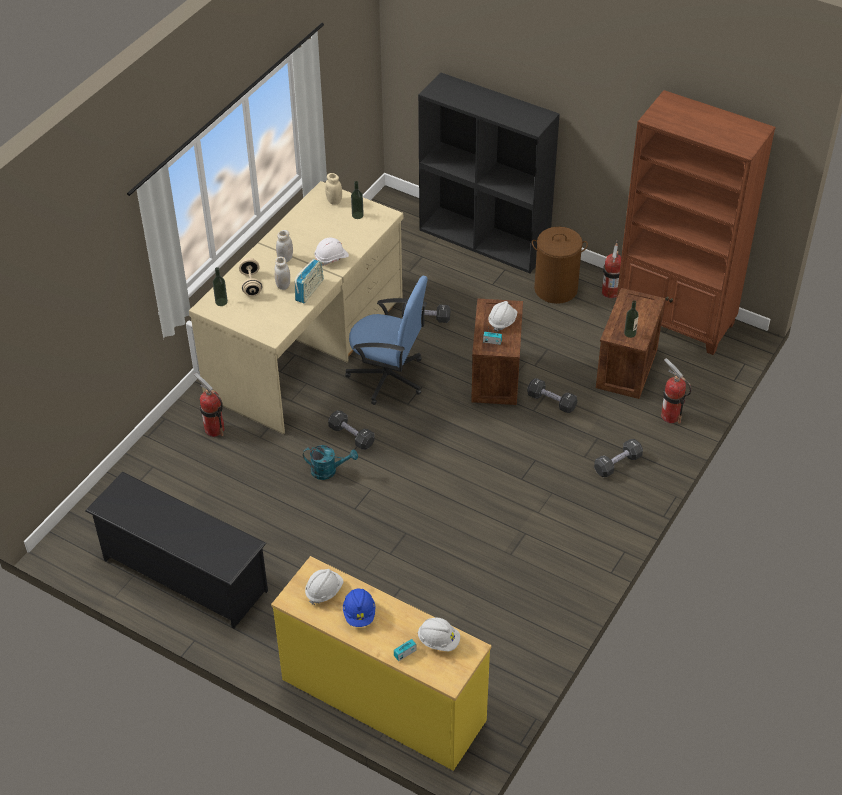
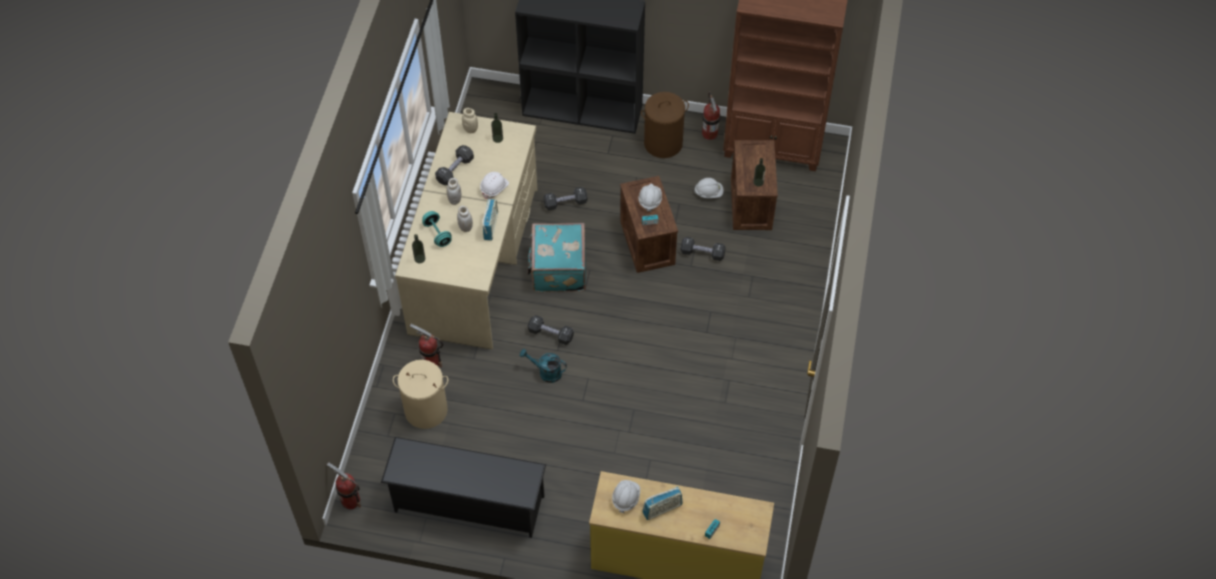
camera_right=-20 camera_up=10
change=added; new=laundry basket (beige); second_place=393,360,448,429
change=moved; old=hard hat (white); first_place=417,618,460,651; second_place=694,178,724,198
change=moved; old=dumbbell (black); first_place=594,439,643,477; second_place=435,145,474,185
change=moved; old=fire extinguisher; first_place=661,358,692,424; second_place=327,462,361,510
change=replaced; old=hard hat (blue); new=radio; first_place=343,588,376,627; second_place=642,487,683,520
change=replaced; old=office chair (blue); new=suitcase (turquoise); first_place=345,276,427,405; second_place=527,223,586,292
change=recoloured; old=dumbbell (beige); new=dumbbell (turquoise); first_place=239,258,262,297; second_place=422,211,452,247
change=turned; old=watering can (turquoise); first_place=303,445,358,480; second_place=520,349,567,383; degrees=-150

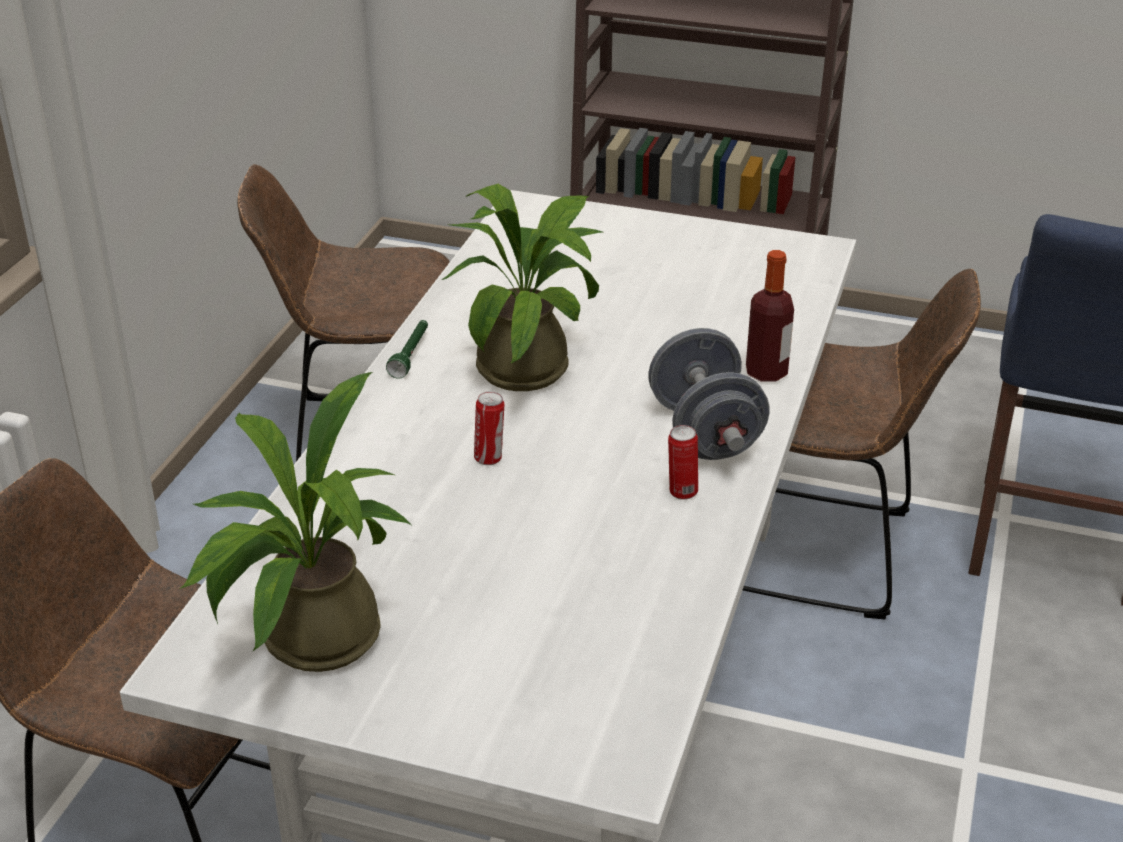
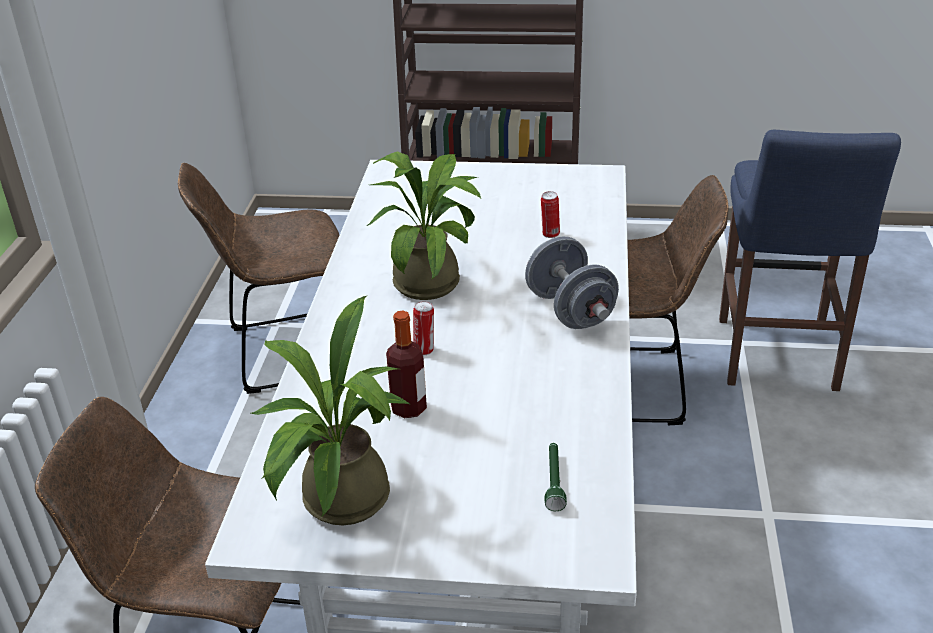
camera_right=-10 camera_up=0
change=moved; old=flashlight (green); first_place=386,320,428,379; second_place=545,443,567,511
change=moved; old=can; first_place=668,425,698,500; second_place=541,191,560,238
change=moved; old=bottle; first_place=746,250,794,381; second_place=386,311,427,418

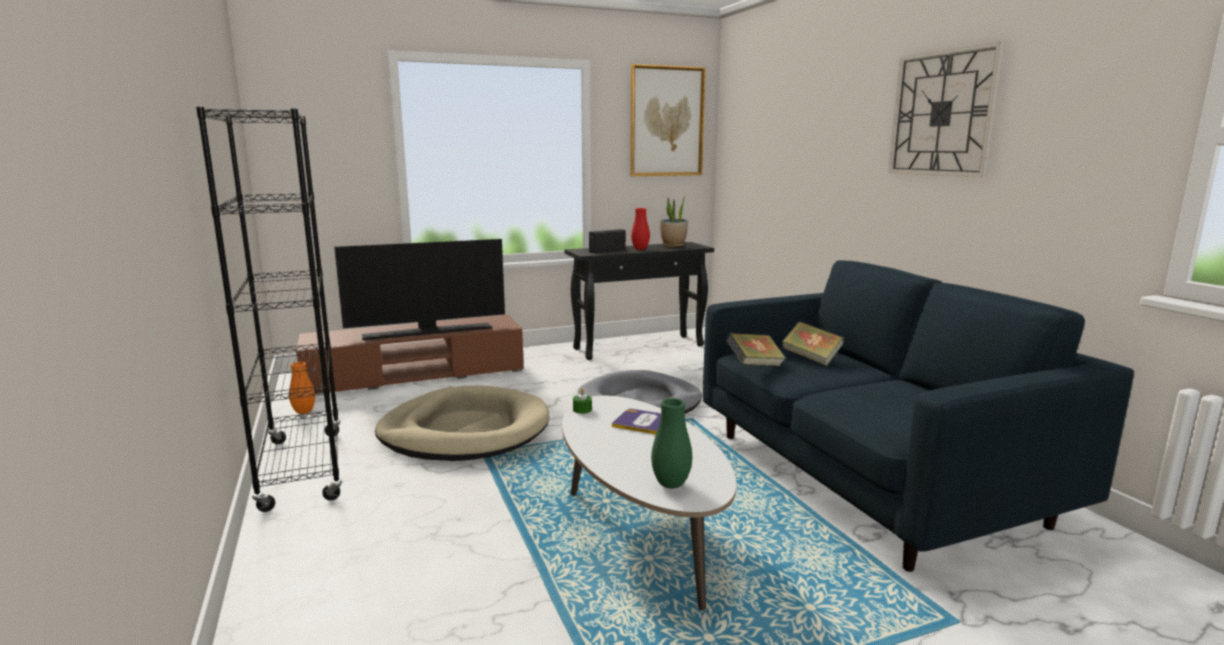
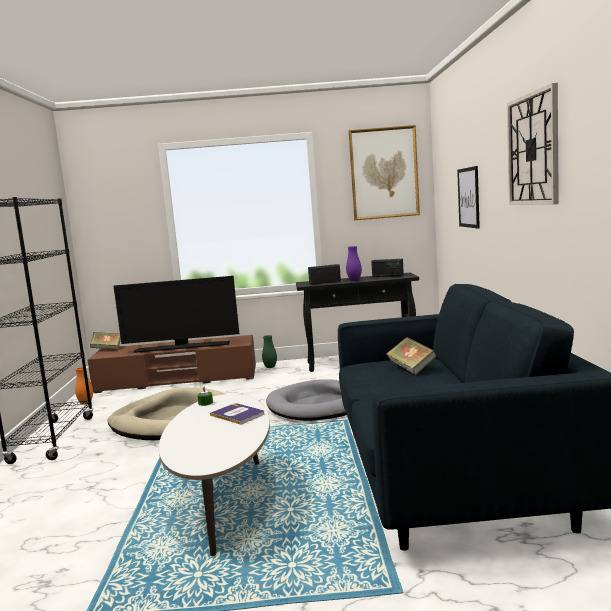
camera_right=20 camera_up=-5
change=added; new=picture; second_place=457,166,480,228
change=moved; old=vase (green); first_place=651,398,692,489; second_place=262,335,277,368
change=moved; old=book; first_place=726,333,786,366; second_place=90,332,121,350
change=replaced; old=potted plant; new=radio; first_place=660,193,688,247; second_place=371,259,404,277
change=recoloured; old=vase (red); new=vase (purple); first_place=631,208,650,250; second_place=346,246,362,281

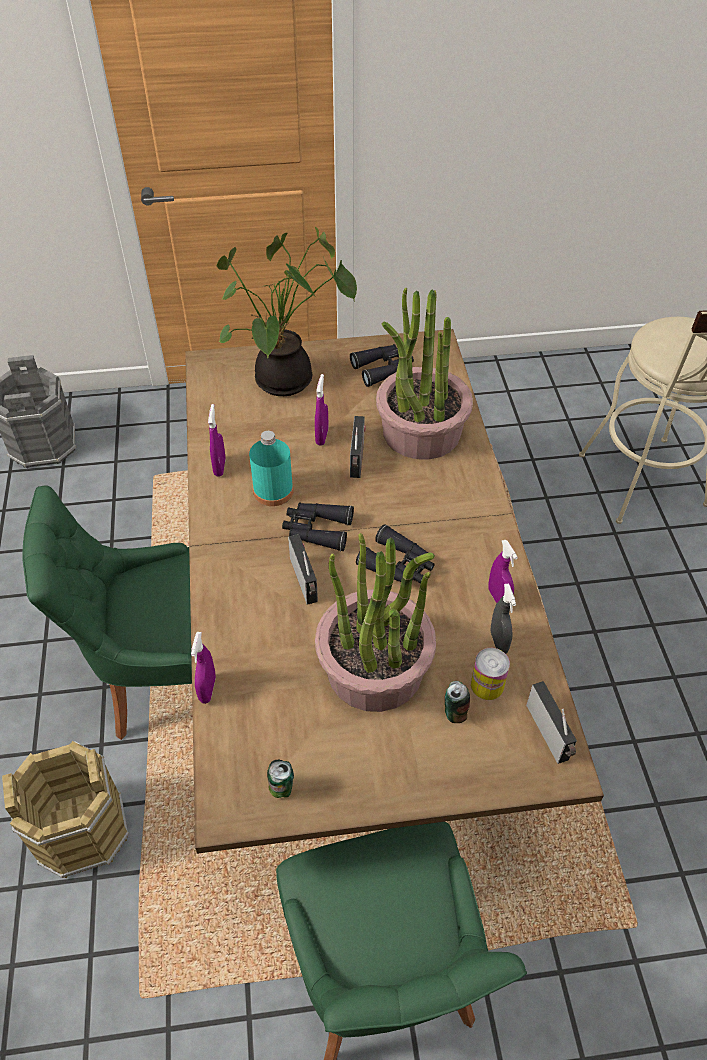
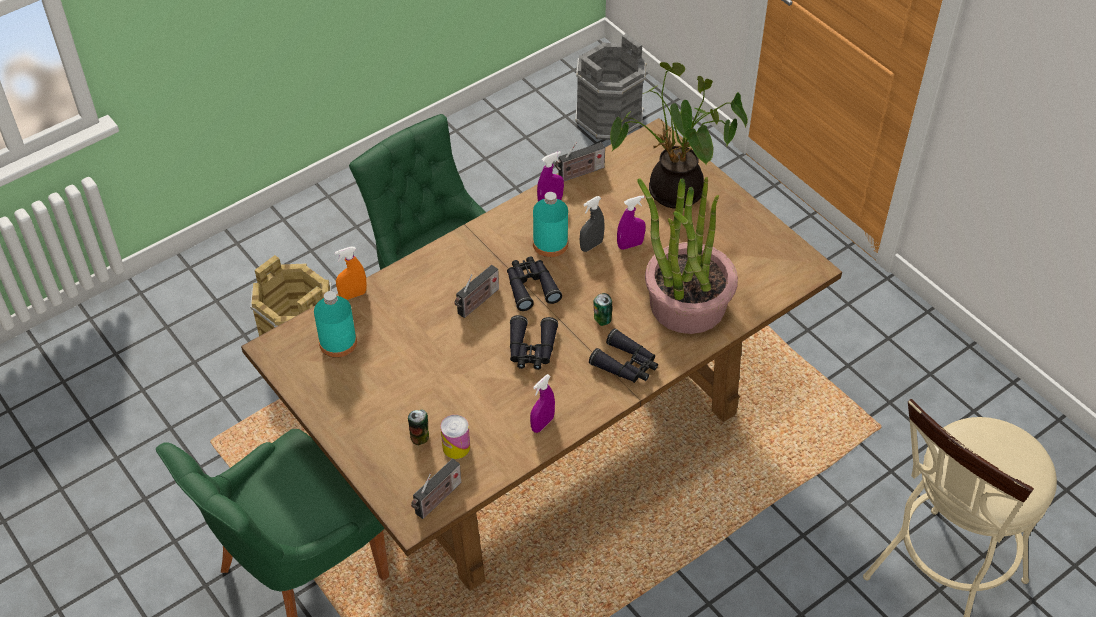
camera_right=60 camera_up=0
change=removed; old=potted plant; first_place=315,533,436,712
change=added; new=bottle (turquoise); second_place=314,291,357,358
change=moved; old=can; first_place=267,760,294,798; second_place=593,293,612,326
change=moved; old=binoculars (black); first_place=350,344,414,387; second_place=589,328,658,383
change=moved; old=radio; first_place=350,416,366,478; second_place=555,142,605,181
change=moved; old=spray bottle (grey); first_place=490,583,516,654; second_place=580,196,605,252
change=recoloured; old=spray bottle (purple); new=spray bottle (orange); first_place=191,632,216,704; second_place=335,247,367,300

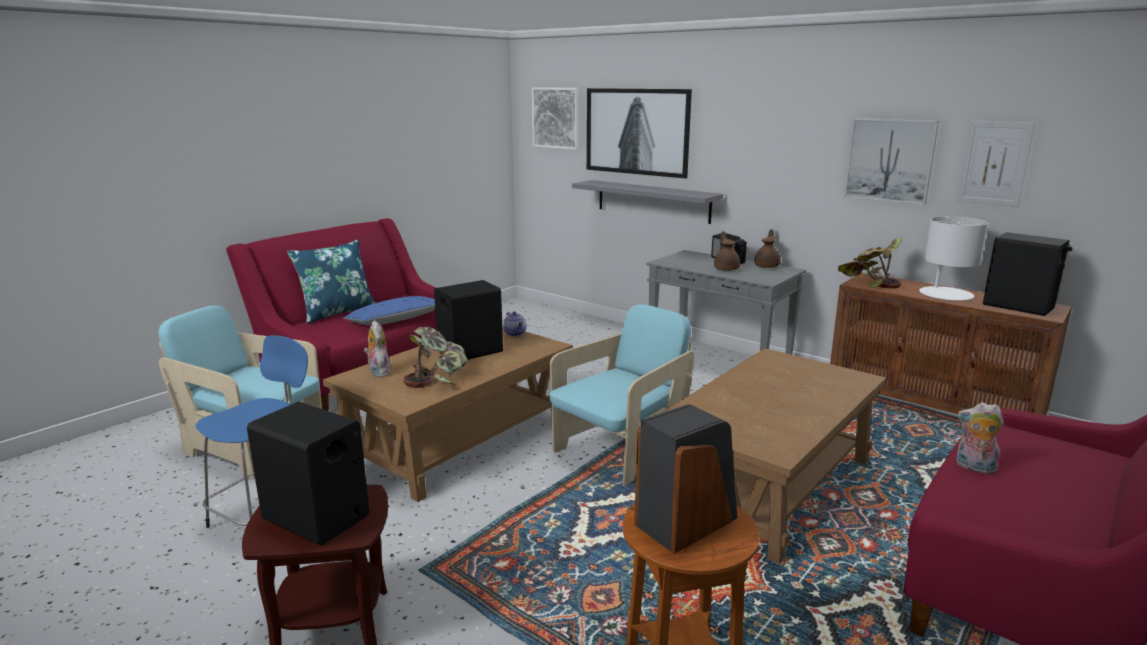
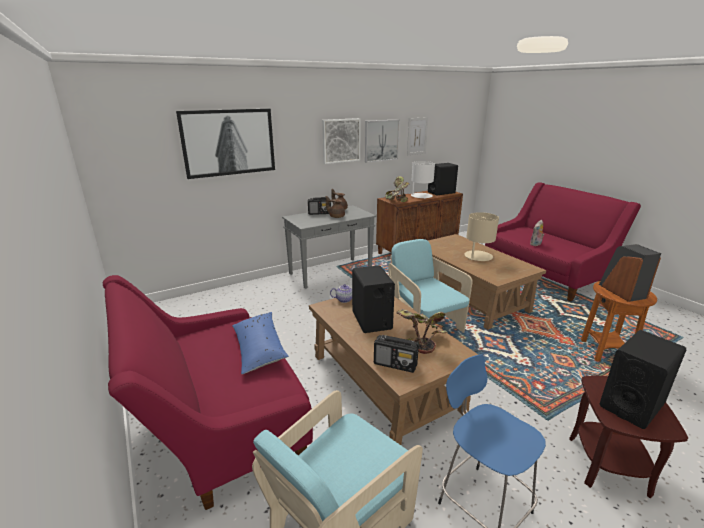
camera_right=-70 camera_up=5
change=removed; old=pillow (blue); first_place=287,239,375,324
change=removed; old=shelf (grey); first_place=572,180,723,224
change=added; new=table lamp (beige); second_place=464,212,499,261
change=moved; old=picture; first_place=532,87,579,150; second_place=322,118,361,164
change=replaced; old=plush toy; new=radio; first_place=364,320,392,377; second_place=374,335,419,373

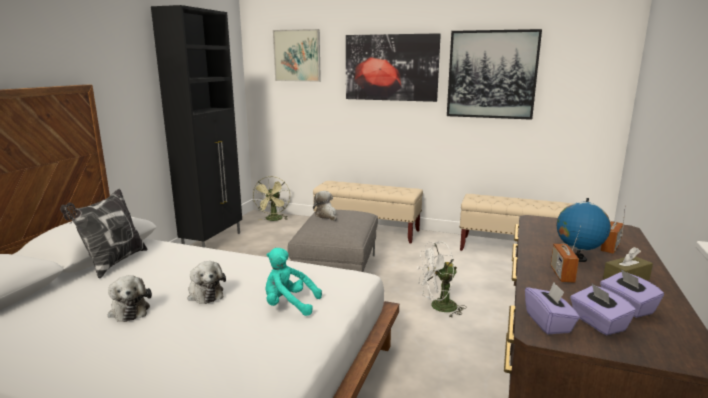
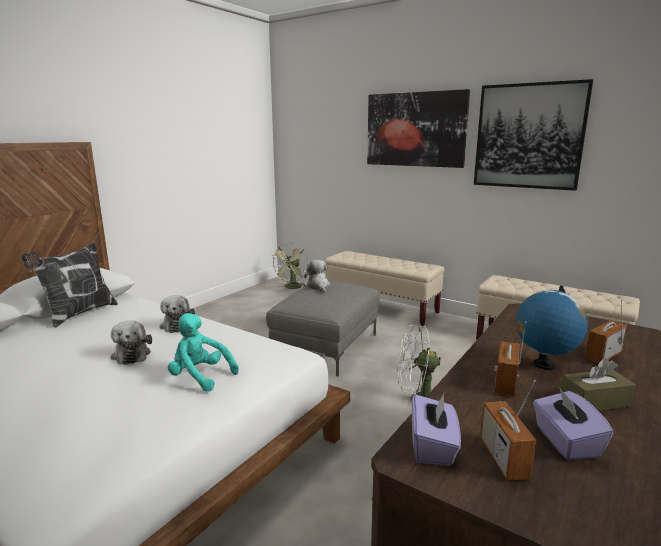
camera_right=15 camera_up=0
change=removed; old=cabinet (black); first_place=151,5,242,248
change=removed; old=picture; first_place=273,29,321,82
change=moved; old=plush toy; first_place=108,275,152,322; second_place=160,295,195,333
change=replaced; old=tissue box (purple); new=radio; first_place=570,283,636,336; second_place=480,380,536,481

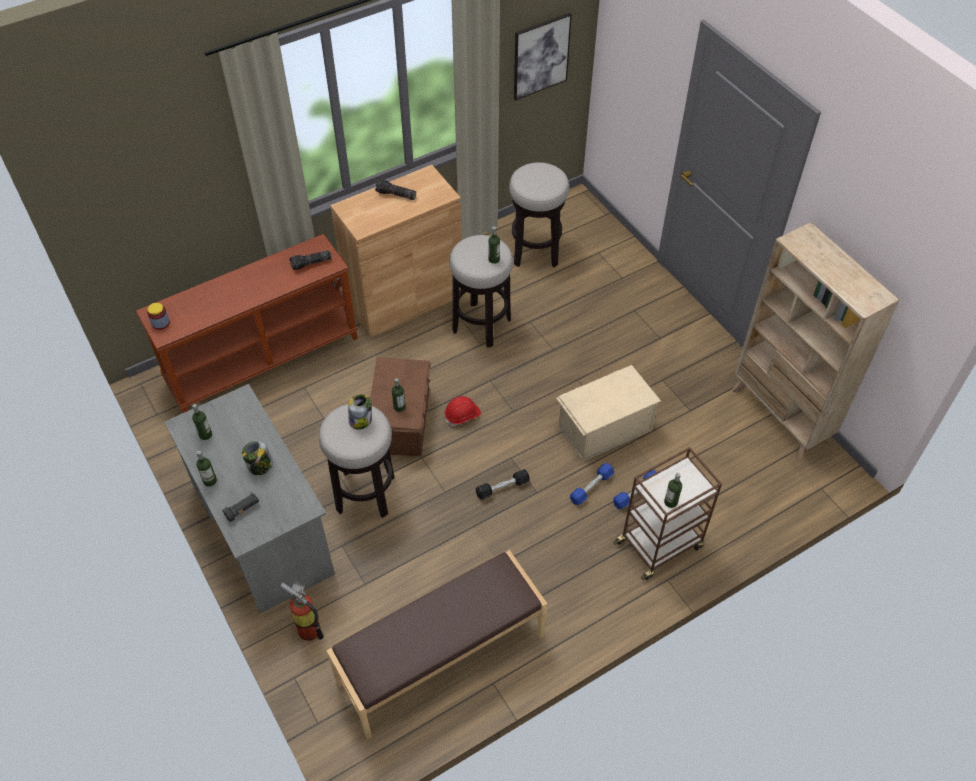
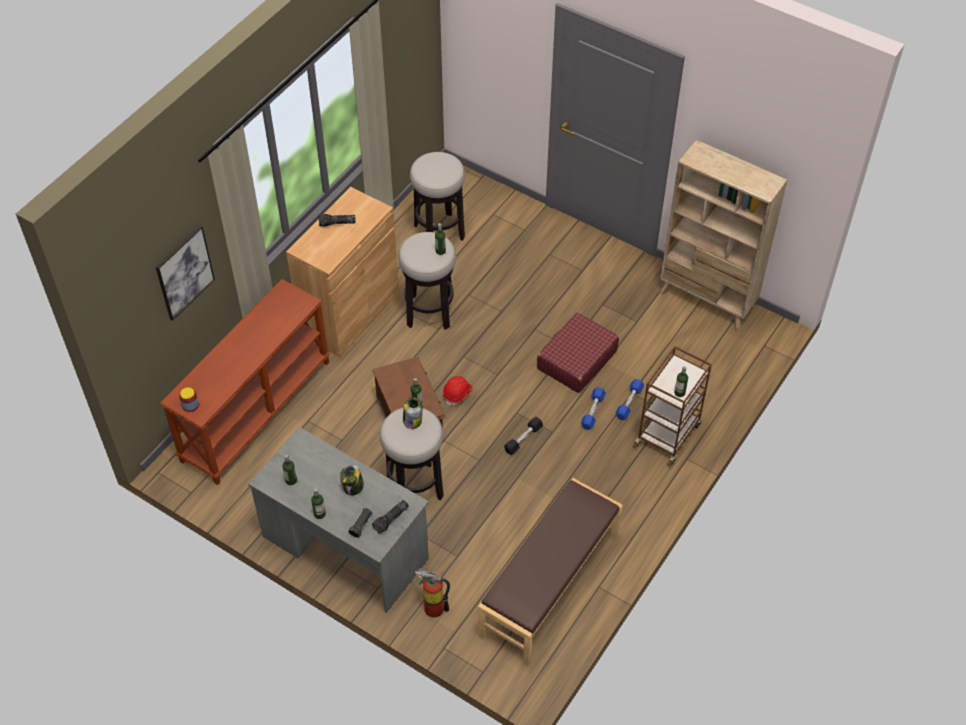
camera_right=-25 camera_up=0
change=moved; old=flashlight; first_place=289,250,331,270; second_place=372,500,409,534
change=moved; old=picture; first_place=514,13,572,100; second_place=156,225,215,321
change=replaced; old=storage box (beige); new=suitcase (red); first_place=556,365,661,461; second_place=537,313,619,393

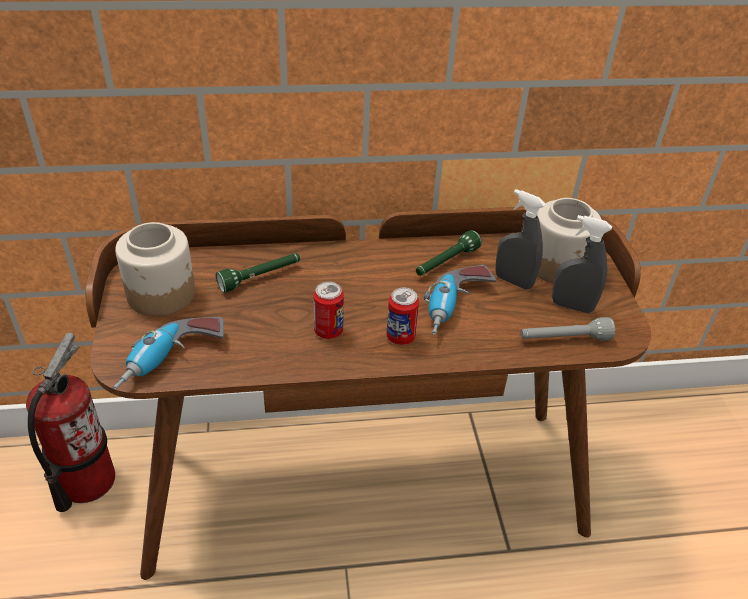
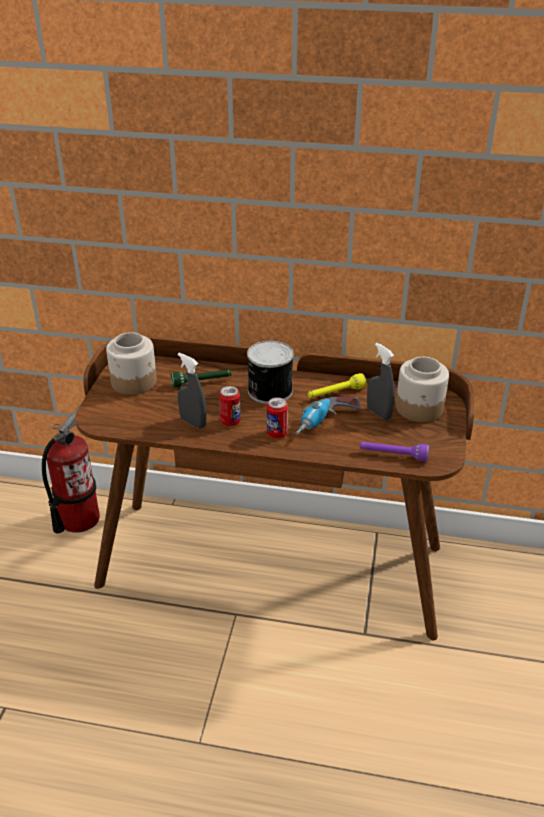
camera_right=20 camera_up=-5
change=removed; old=power drill; first_place=113,317,224,390
change=added; new=can; second_place=247,341,294,404
change=moved; old=spray bottle (grey); first_place=552,215,612,313; second_place=178,353,206,429
change=recoloured; old=flashlight (green); new=flashlight (yellow); first_place=416,230,482,276; second_place=308,373,366,398
change=recoloured; old=flashlight (grey); new=flashlight (purple); first_place=521,317,615,341; second_place=360,442,429,462

